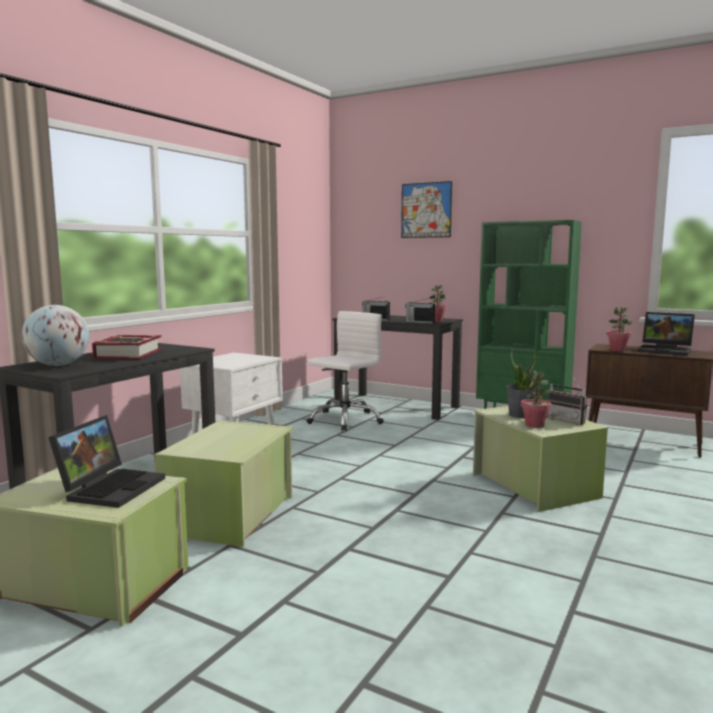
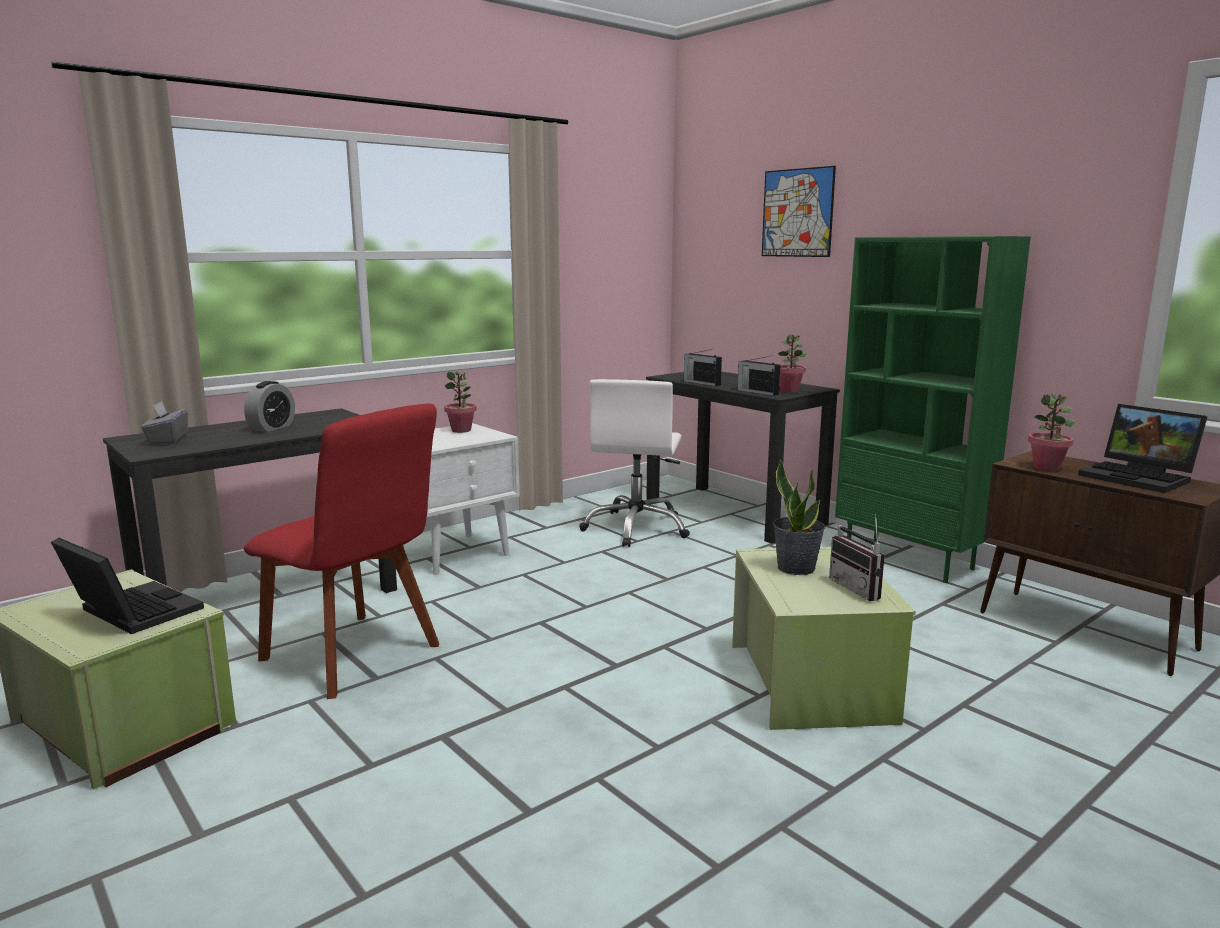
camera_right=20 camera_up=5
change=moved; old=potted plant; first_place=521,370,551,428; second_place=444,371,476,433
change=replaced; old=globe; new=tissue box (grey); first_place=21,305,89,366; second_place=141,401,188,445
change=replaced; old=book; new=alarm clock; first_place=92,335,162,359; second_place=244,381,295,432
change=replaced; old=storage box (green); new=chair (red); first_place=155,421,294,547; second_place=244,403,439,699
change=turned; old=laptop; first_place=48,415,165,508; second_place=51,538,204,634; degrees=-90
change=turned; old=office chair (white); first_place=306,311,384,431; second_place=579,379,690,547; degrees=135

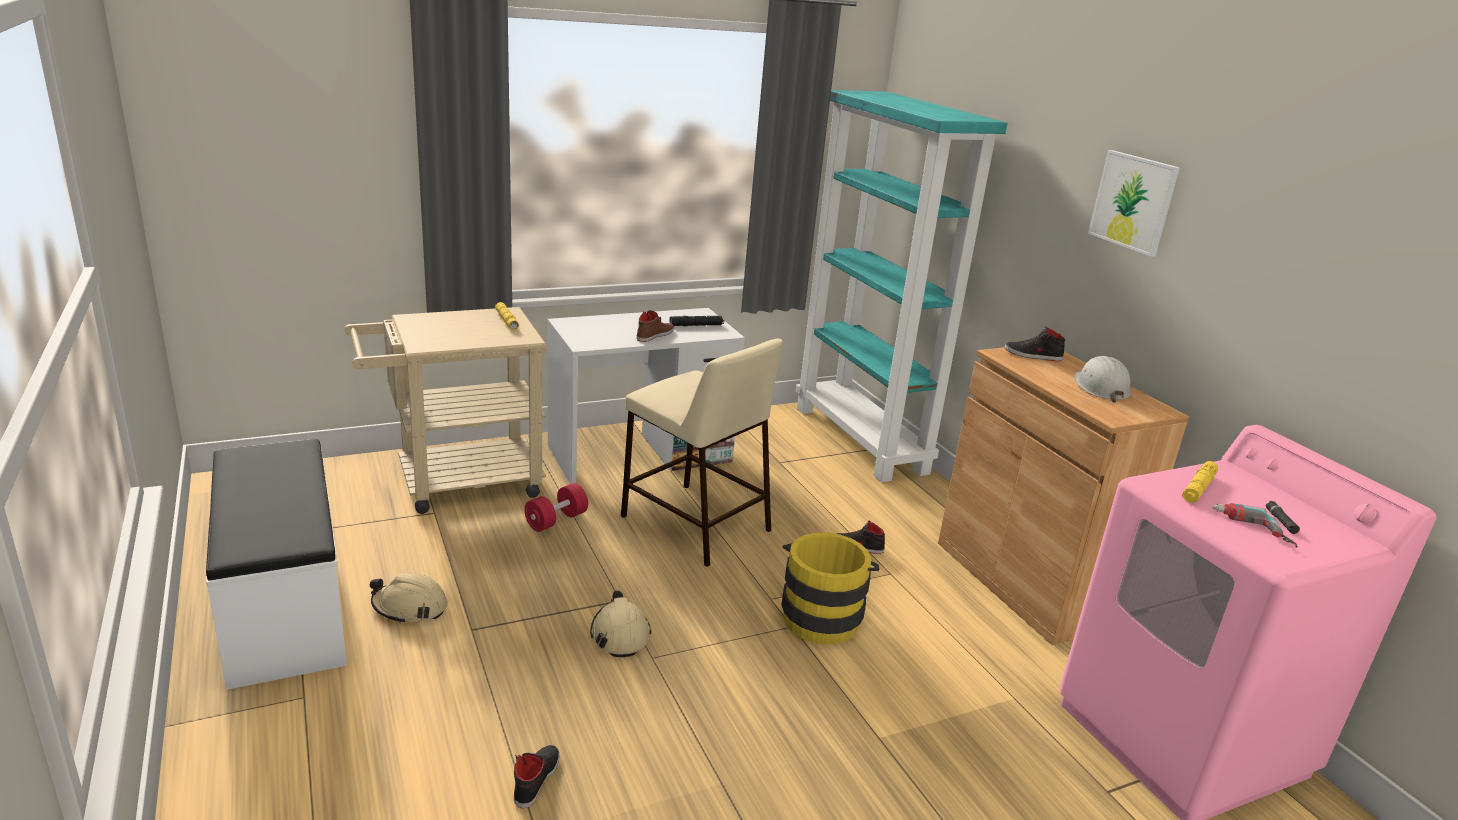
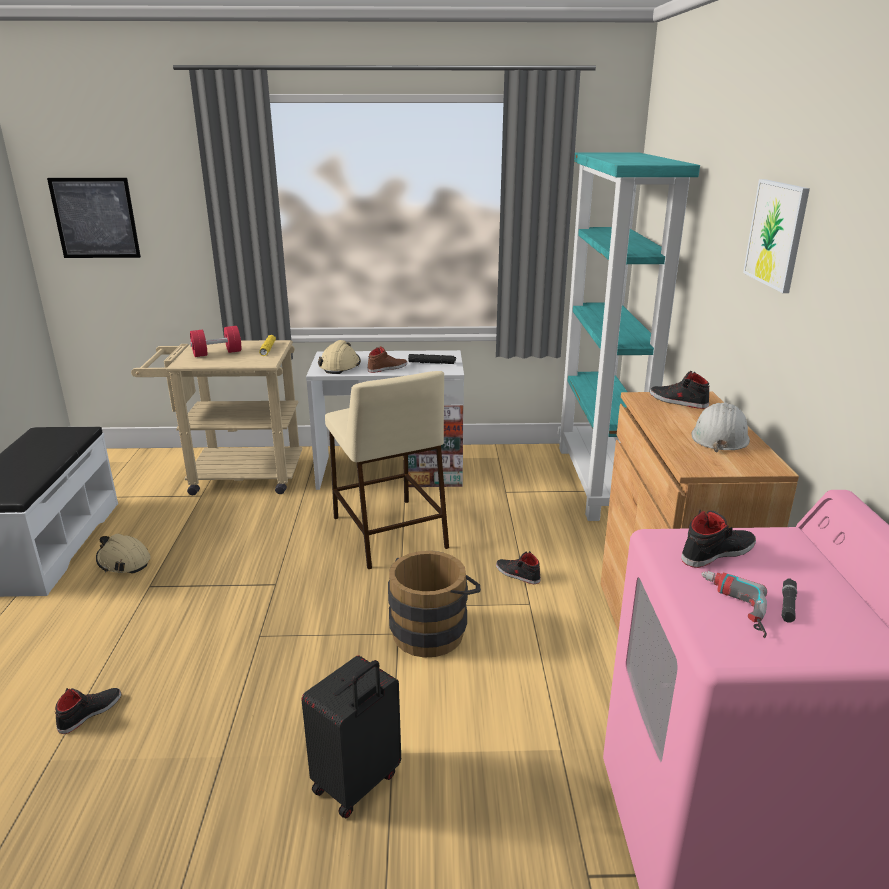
camera_right=25 camera_up=0
change=added; new=picture; second_place=47,178,141,258
change=added; new=suitcase (black); second_place=301,655,401,818
change=moved; old=dumbbell (red); first_place=524,483,588,532; second_place=190,326,241,357
change=moved; old=hard hat (beige); first_place=590,590,652,657; second_place=318,340,361,374
change=replaced; old=flashlight (yellow); new=shoe (black); first_place=1182,461,1218,503; second_place=681,510,756,568
change=recoloured; old=bucket (yellow); new=bucket (brown); first_place=782,532,879,645; second_place=388,551,481,658

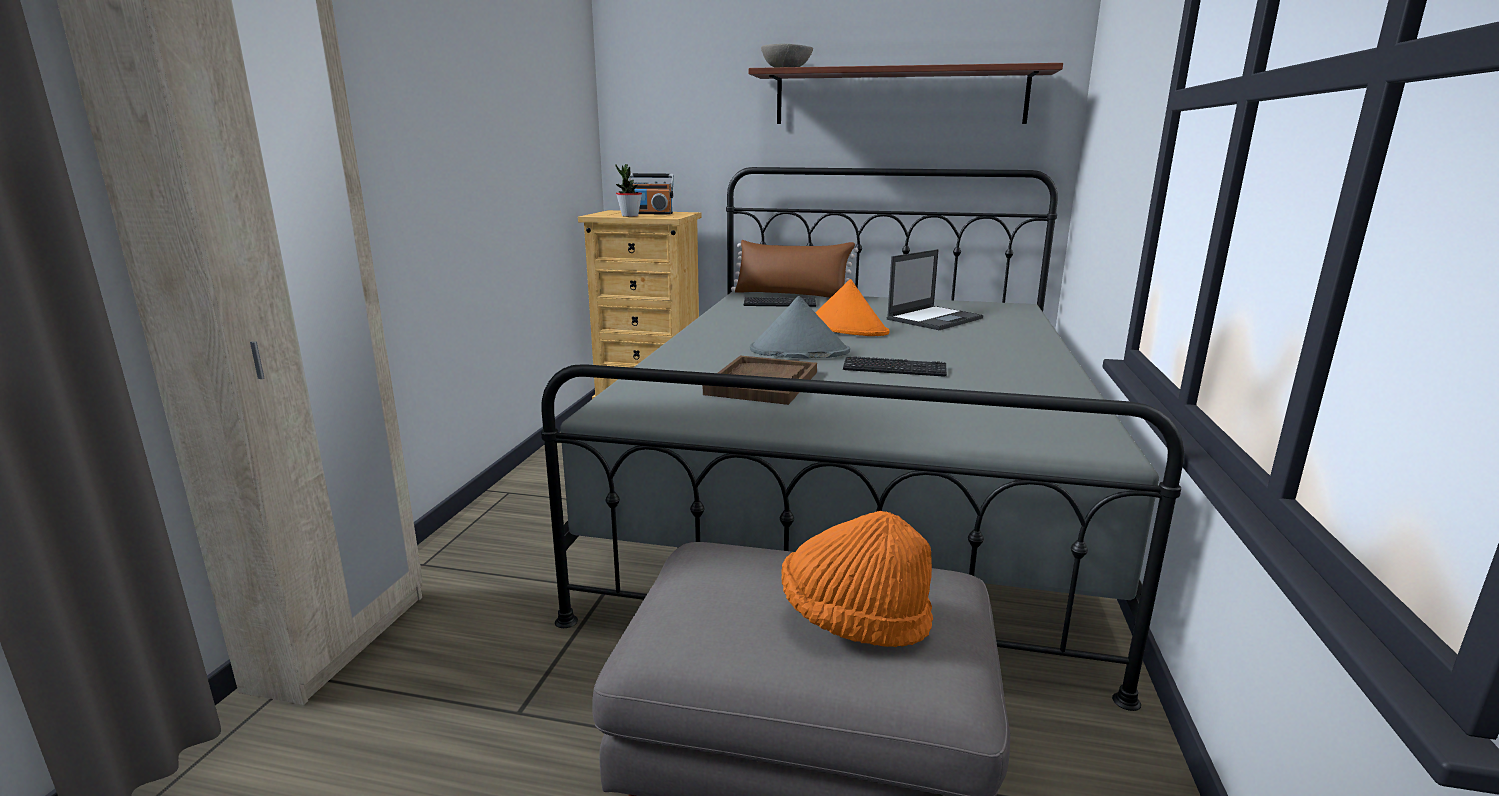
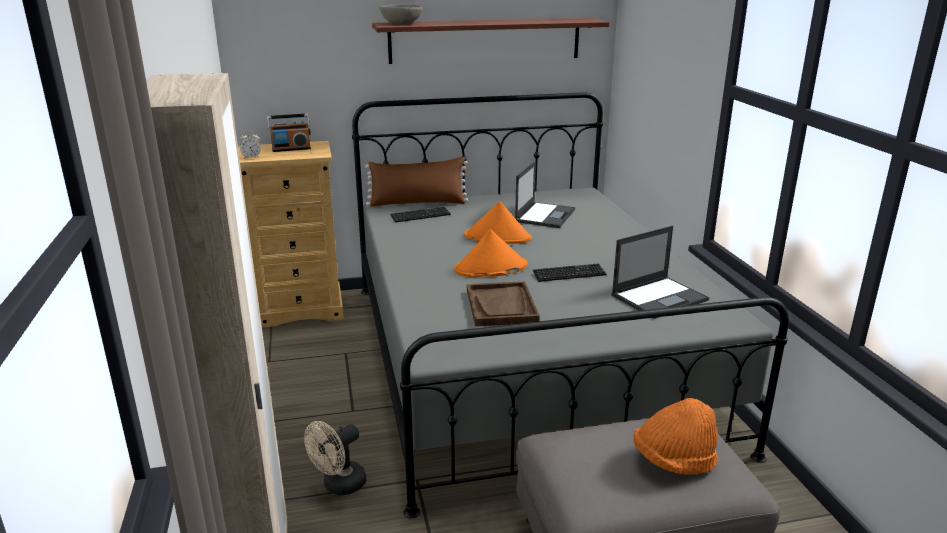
camera_right=-25 camera_up=5
change=removed; old=potted plant; first_place=615,164,642,217
change=added; new=alarm clock; second_place=240,131,261,159
change=added; new=fan (beige); second_place=304,421,366,495
change=added; new=laptop; second_place=611,226,709,319
change=recoloured; old=hat (grey); new=hat (orange); first_place=750,296,850,358; second_place=454,229,528,277

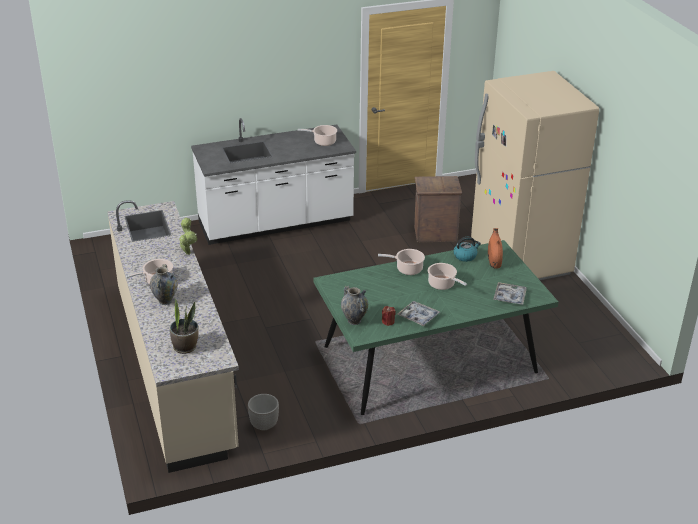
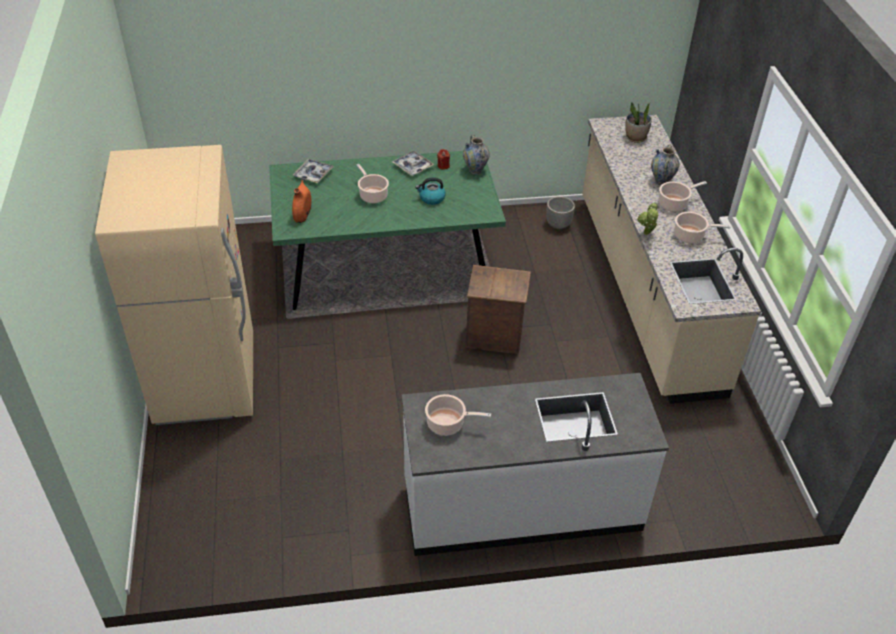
camera_right=-170 camera_up=10
change=moved; old=cooking pot; first_place=378,249,425,275; second_place=674,212,730,243
change=moved; old=crate; first_place=414,176,462,242; second_place=465,265,531,354
change=moved; old=kettle; first_place=454,237,481,262; second_place=415,177,446,205

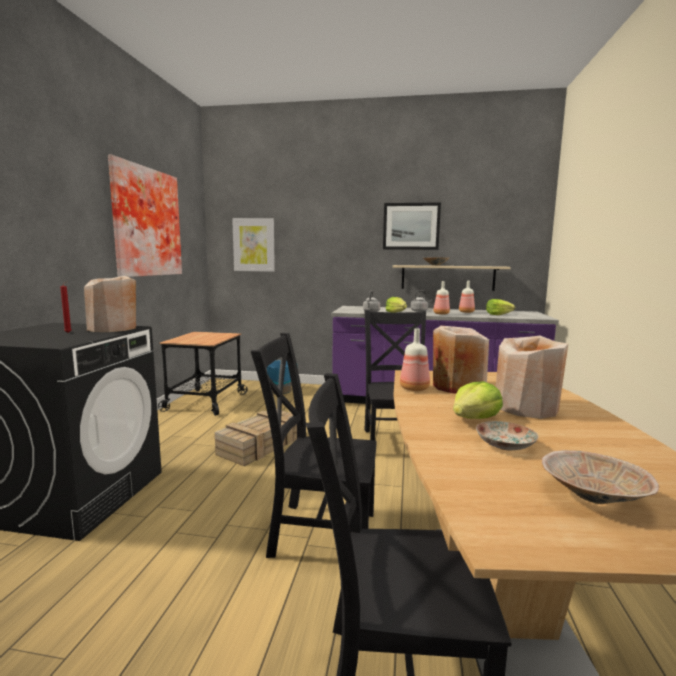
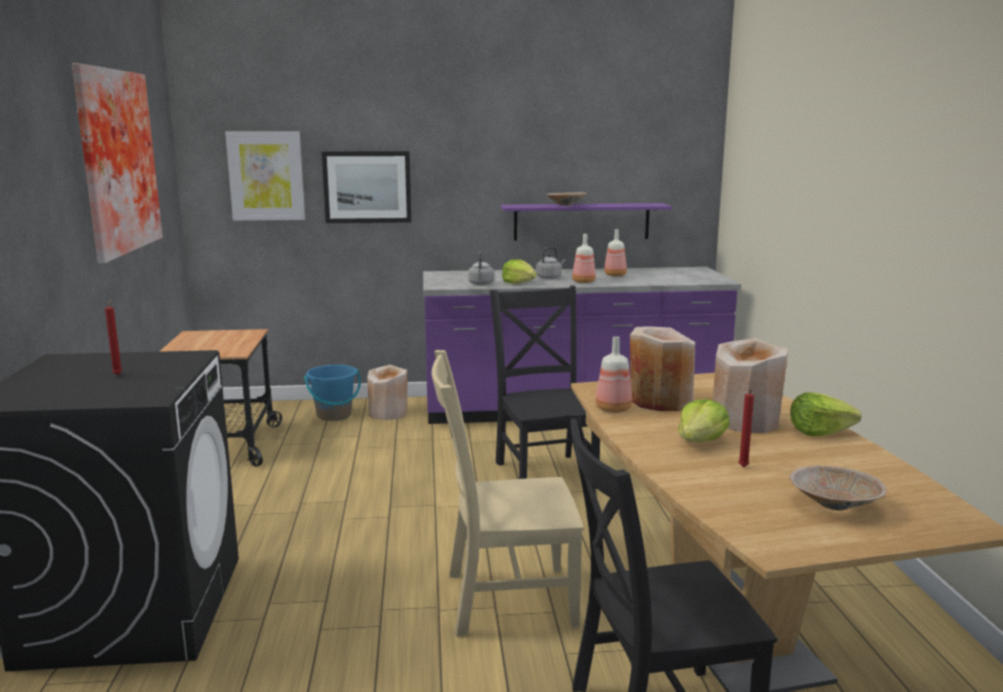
camera_right=-15 camera_up=5
change=removed; old=crate; first_place=215,409,297,466
change=moved; old=vase (beige); first_place=84,276,136,332; second_place=367,365,407,420
change=moved; old=picture; first_place=383,202,441,250; second_place=322,151,412,223
change=moved; old=lettuce; first_place=486,299,515,315; second_place=790,392,861,436
change=replaced; old=plate; new=candle (red); first_place=476,421,539,451; second_place=738,389,754,467
change=recoloured; old=chair (black); new=chair (beige); first_place=251,333,377,558; second_place=432,350,584,637
change=recoloured; old=shelf (beige); new=shelf (purple); first_place=393,265,511,291; second_place=501,203,672,241

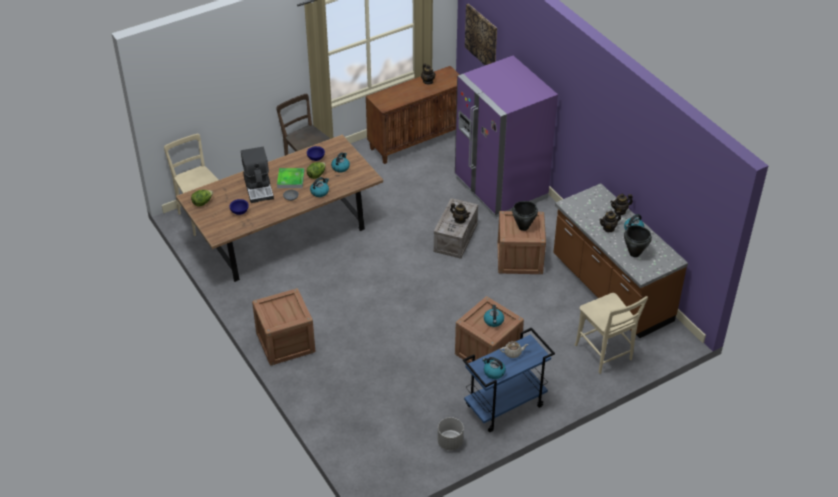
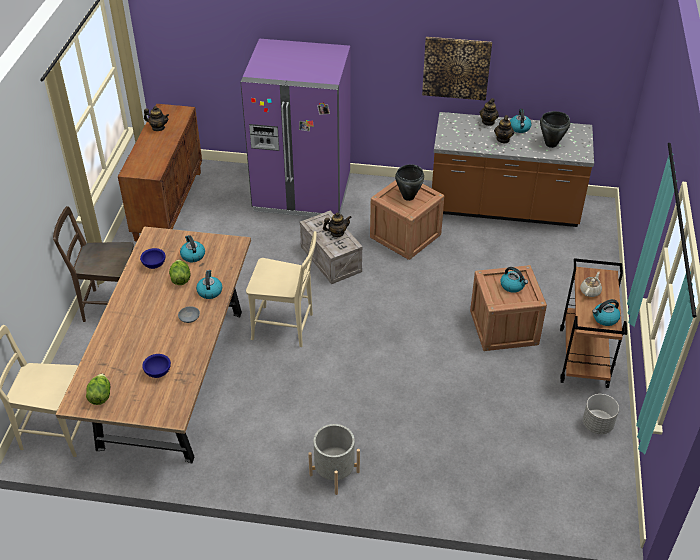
camera_right=-50 camera_up=0
change=removed; old=coffee machine; first_place=241,147,274,203
change=removed; old=tray; first_place=277,168,304,188
change=moved; old=picture; first_place=465,4,497,65; second_place=422,37,492,101
change=moved; old=chair (beige); first_place=575,293,648,374; second_place=246,231,317,347
change=replaced; old=crate; new=planter (grey); first_place=252,288,315,366; second_place=308,424,360,495
change=recoloured; old=cart (blue); new=cart (brown); first_place=463,327,555,432; second_place=560,258,627,388

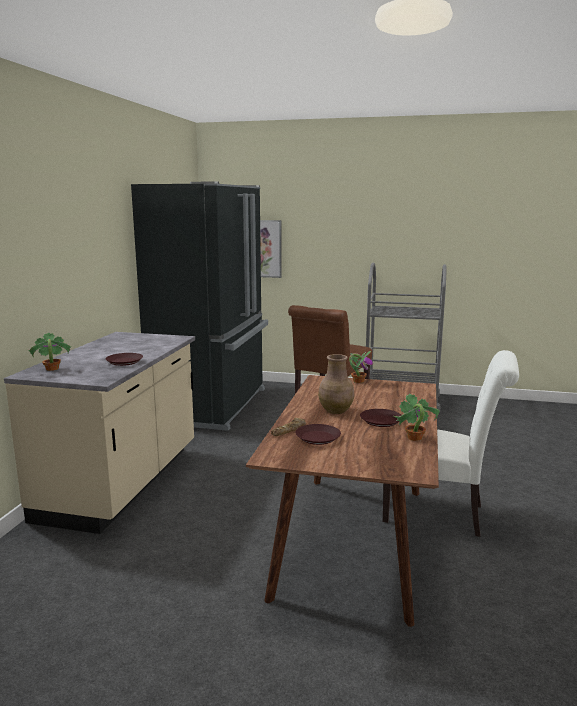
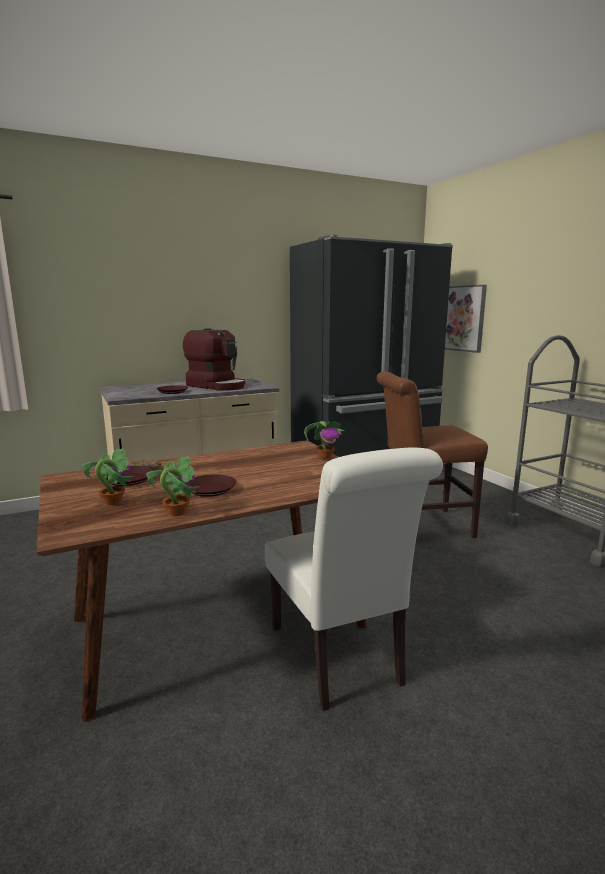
camera_right=50 camera_up=0
change=removed; old=vase (brown); first_place=318,354,354,414
change=added; new=coffee machine; second_place=183,329,245,391
change=moved; old=potted plant; first_place=28,332,72,371; second_place=82,448,134,505

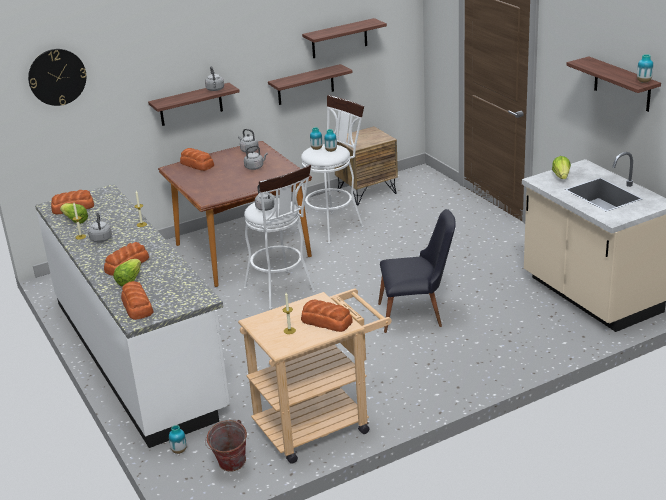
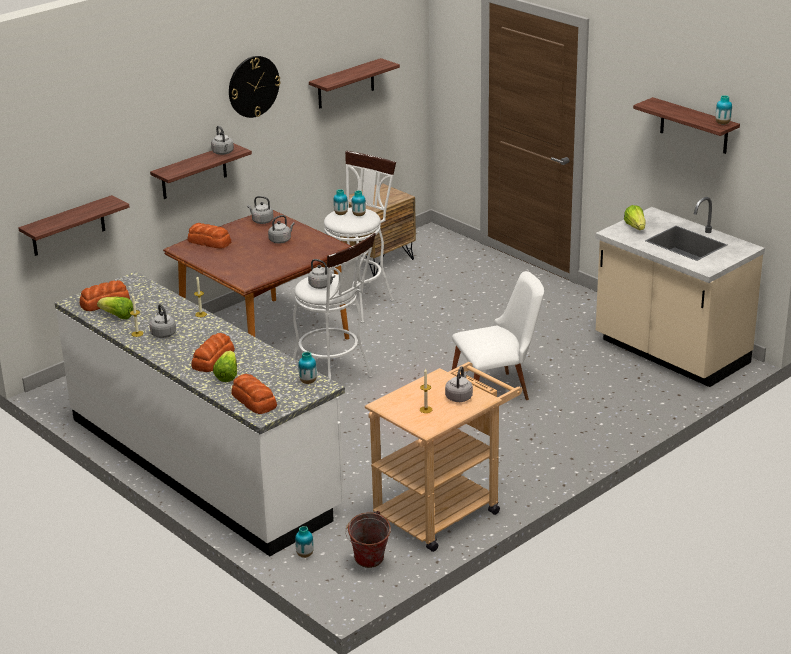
camera_right=-15 camera_up=0
change=added; new=vase; second_place=298,352,317,384
change=moved; old=wall clock; first_place=28,49,86,106; second_place=229,56,281,118
change=moved; old=shelf; first_place=268,64,353,105; second_place=18,195,130,256
change=replaced; old=bread; new=kettle (grey); first_place=301,300,353,332; second_place=445,366,473,402
change=recoloured; old=chair (black); new=chair (white); first_place=378,209,456,333; second_place=452,271,544,400

